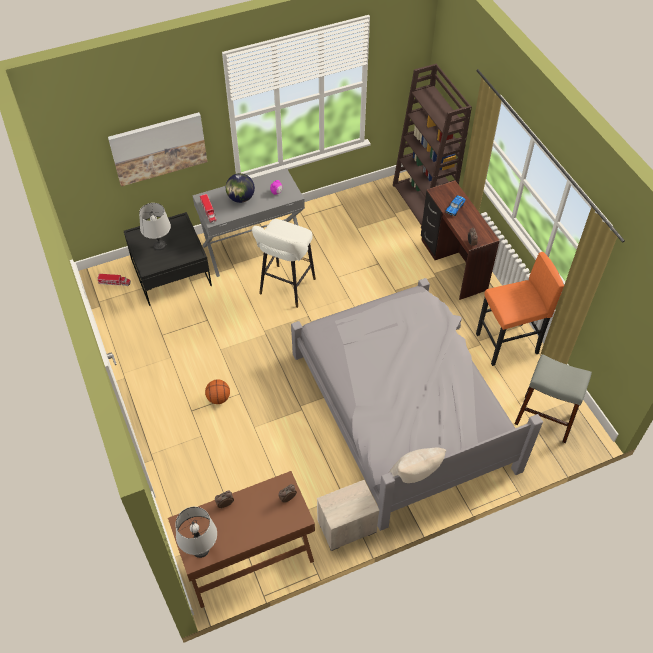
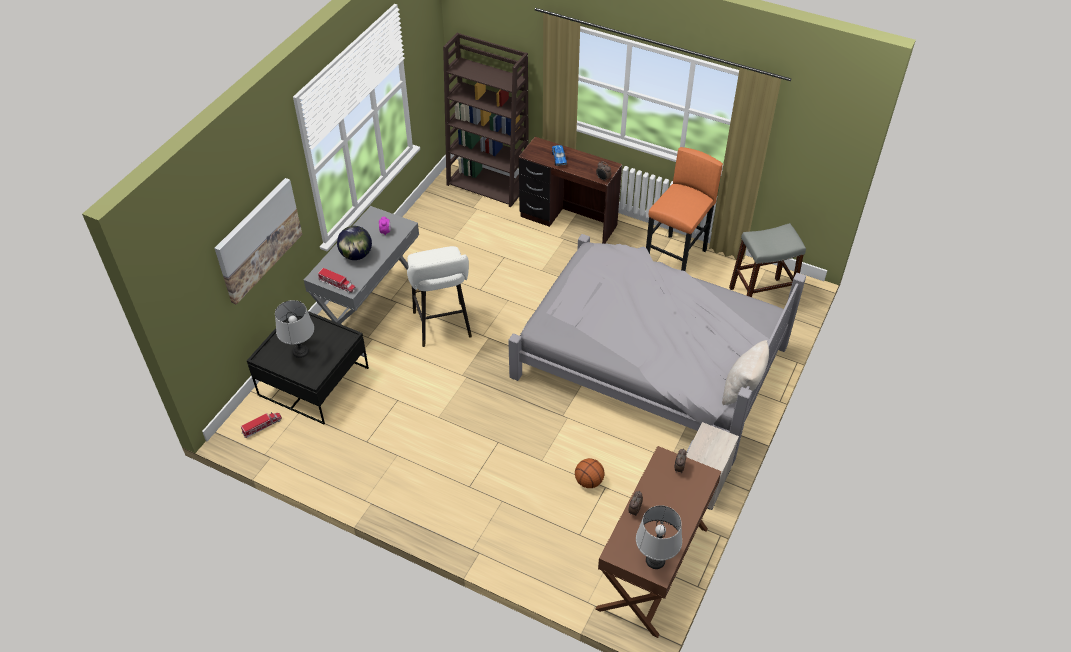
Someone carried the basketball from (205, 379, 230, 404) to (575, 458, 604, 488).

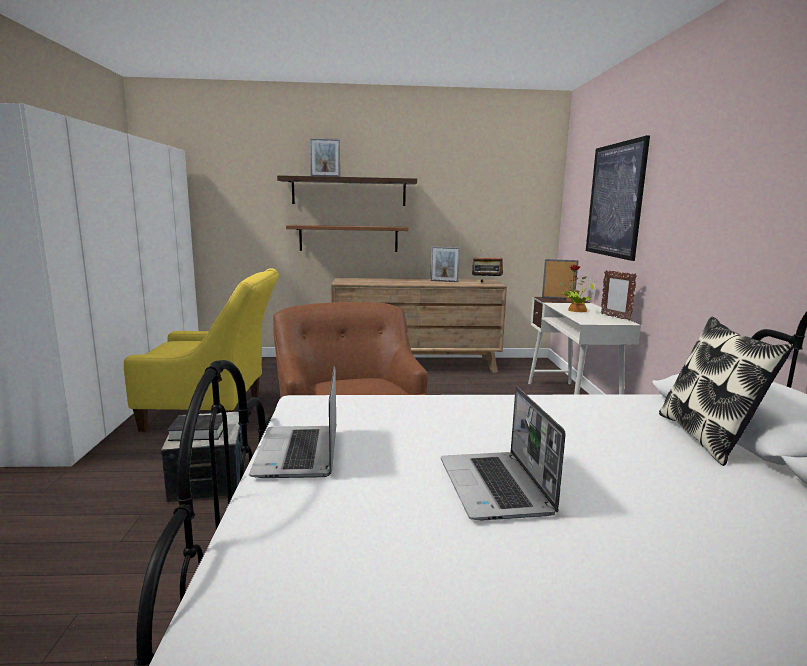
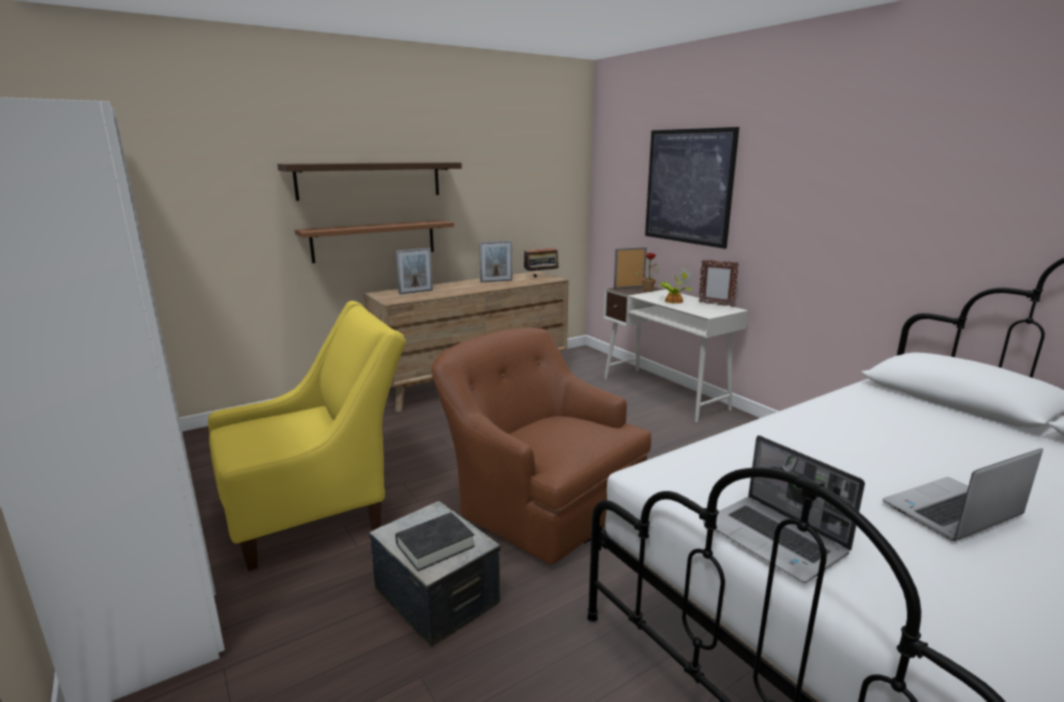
Someone carried the picture frame from (310, 138, 340, 177) to (396, 248, 433, 295). Someone rotated the notebook computer at (441, 387, 566, 520) by 105 degrees clockwise. Someone took away the pillow at (659, 317, 793, 466).

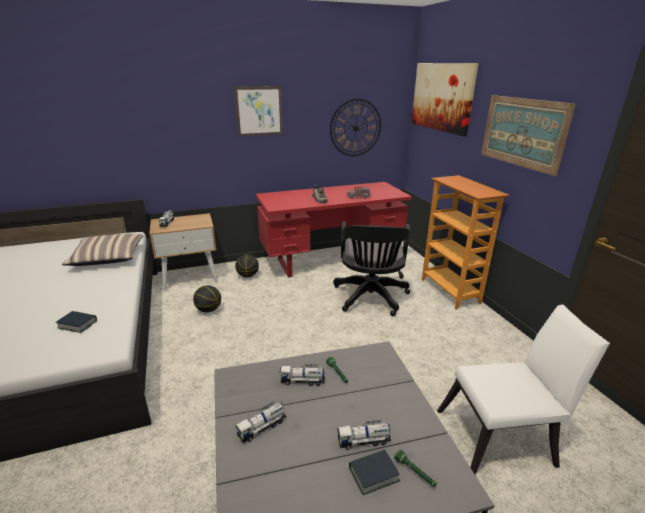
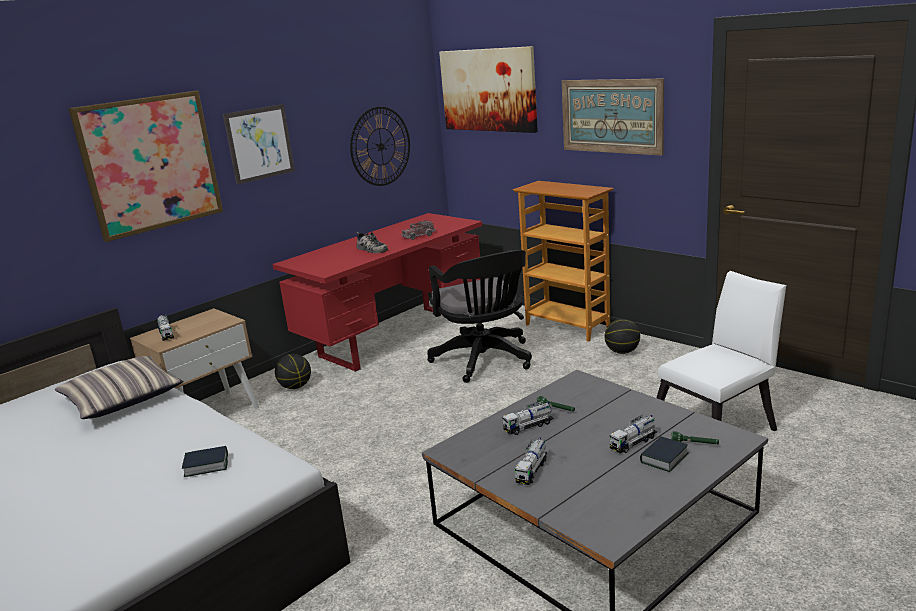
Someone carried the basketball from (193, 285, 221, 313) to (605, 319, 640, 354). Someone put up the wall picture at (68, 91, 223, 242).

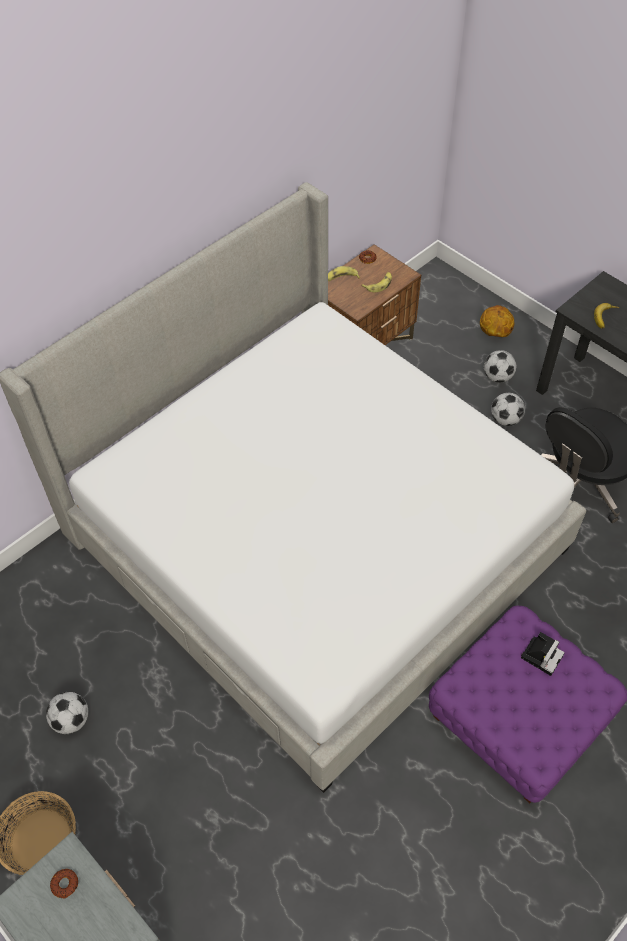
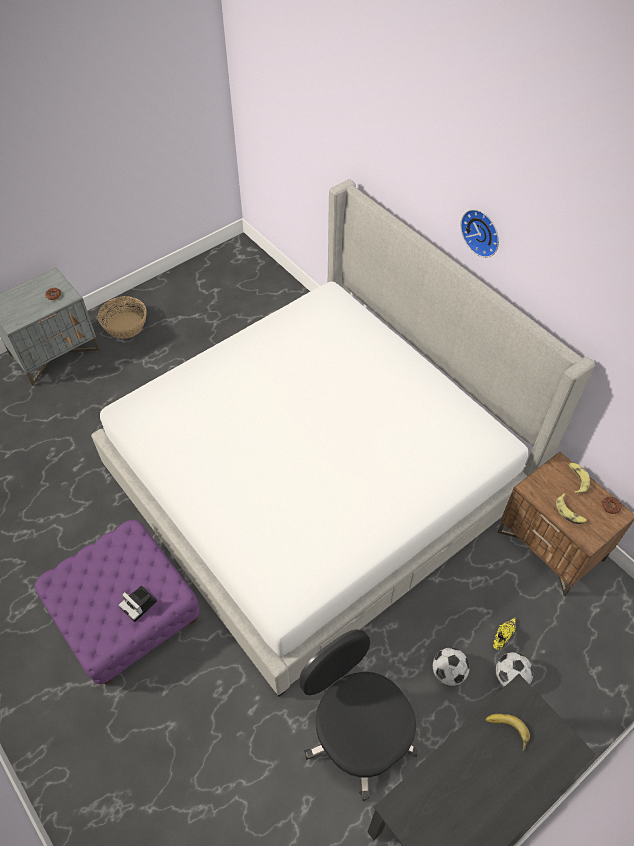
Someone took away the football ball at (46, 692, 89, 734). Someone took away the basketball at (480, 305, 514, 337). Someone put up the clock on the wall at (461, 209, 499, 258). Someone put down the low shoe/yellow-coloured at (493, 617, 516, 650).

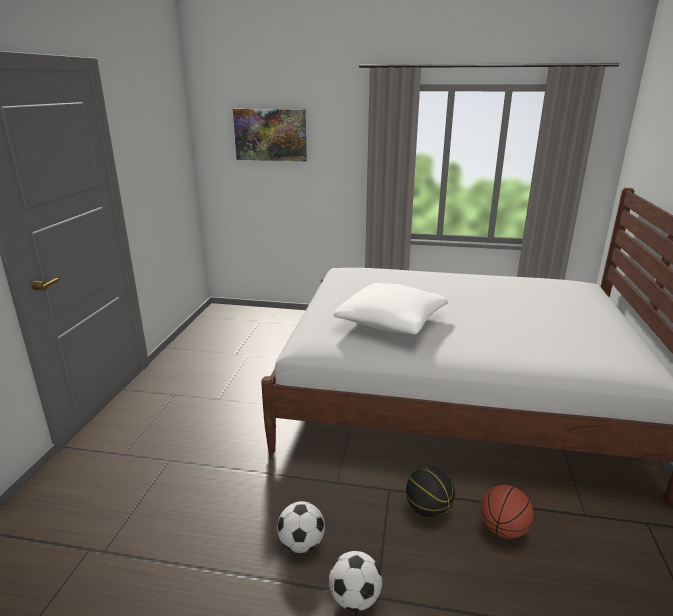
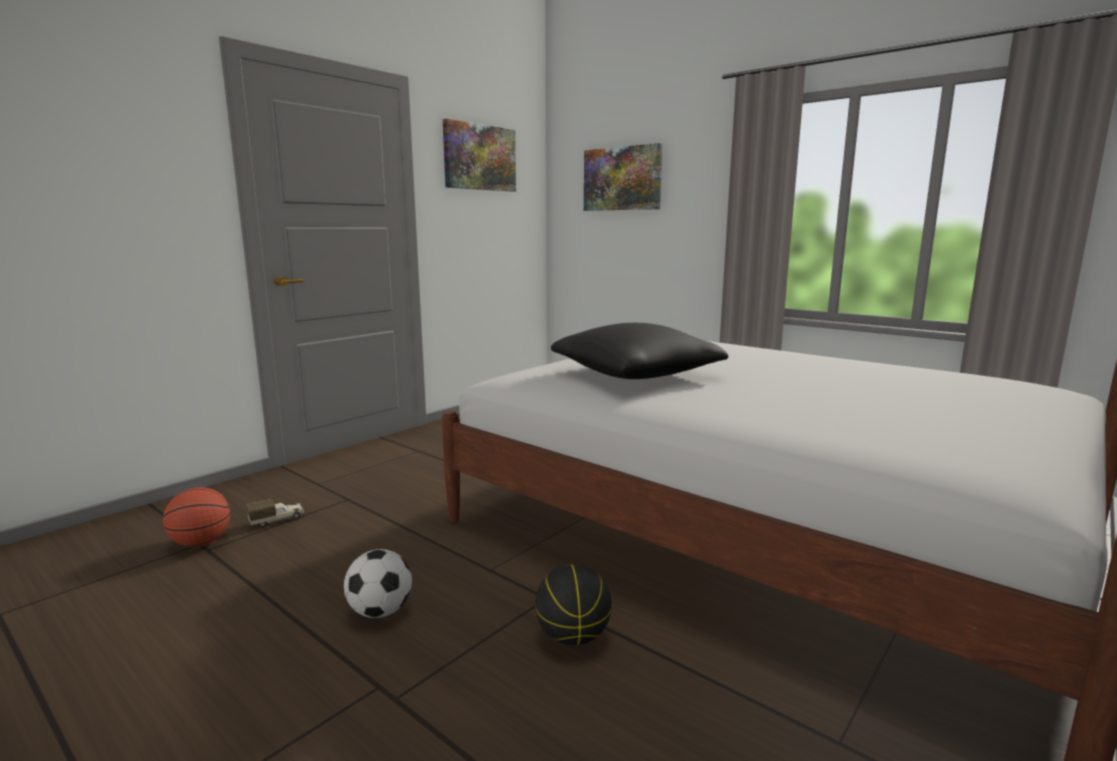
Someone took away the football ball at (329, 551, 382, 611). Someone repainted the pillow/whitish at (333, 283, 448, 335), which became the pillow/blackish at (551, 323, 728, 379). Someone carried the basketball from (481, 485, 533, 539) to (163, 487, 230, 547). Someone put down the toy truck at (246, 499, 304, 527). Someone put up the wall picture at (443, 119, 516, 192).

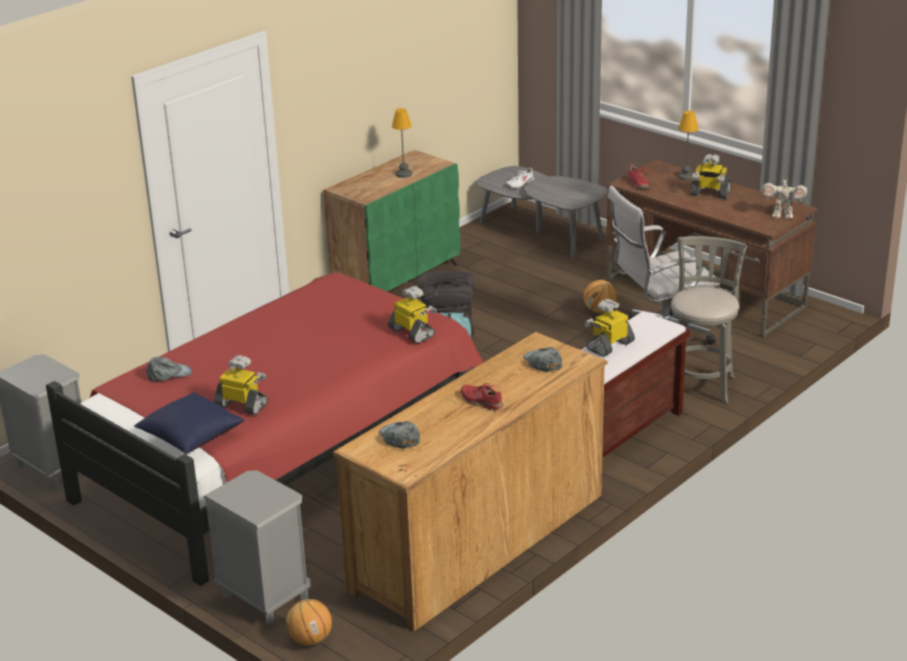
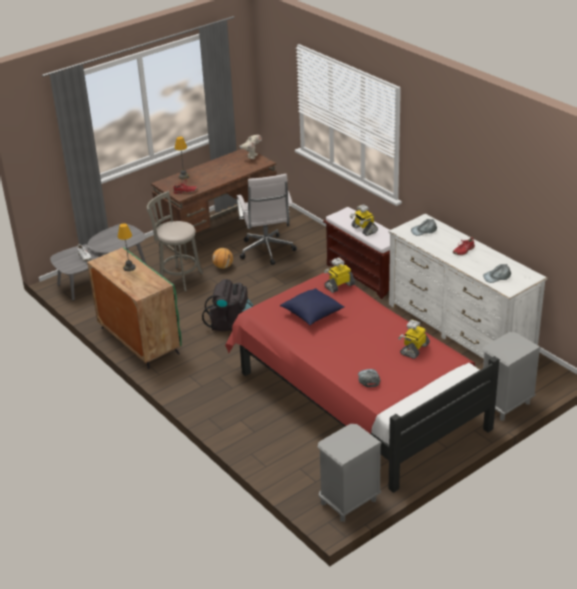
Someone carried the pillow/bluish from (134, 392, 244, 454) to (280, 288, 344, 325). Someone took away the basketball at (286, 599, 332, 646). Someone repainted the chest of drawers/brownish at (332, 332, 607, 632), which became the chest of drawers/whitish at (389, 214, 547, 359). Someone carried the stool seat/greyish from (671, 236, 747, 404) to (147, 191, 204, 292). Someone took away the model robot at (690, 154, 731, 199).

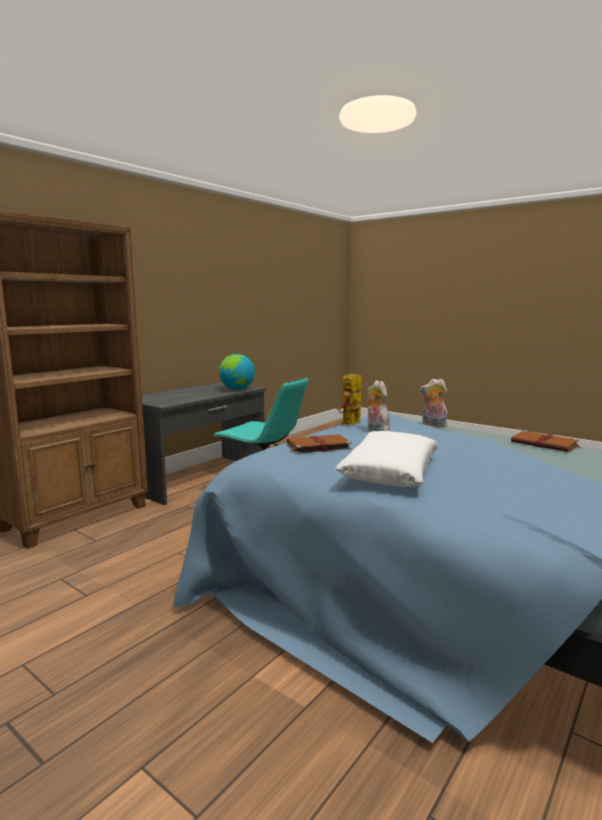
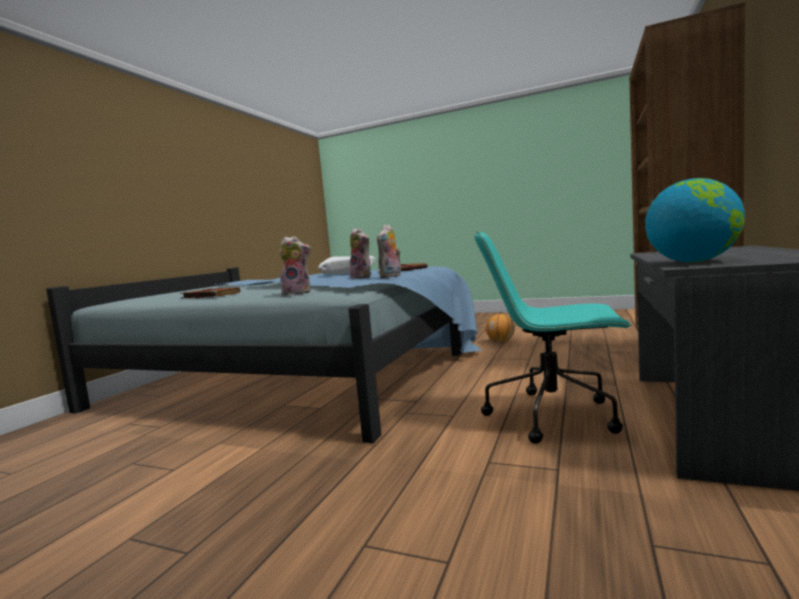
Someone swapped the model robot at (336, 373, 362, 425) for the plush toy at (377, 224, 401, 278). Someone put down the basketball at (486, 314, 515, 342).

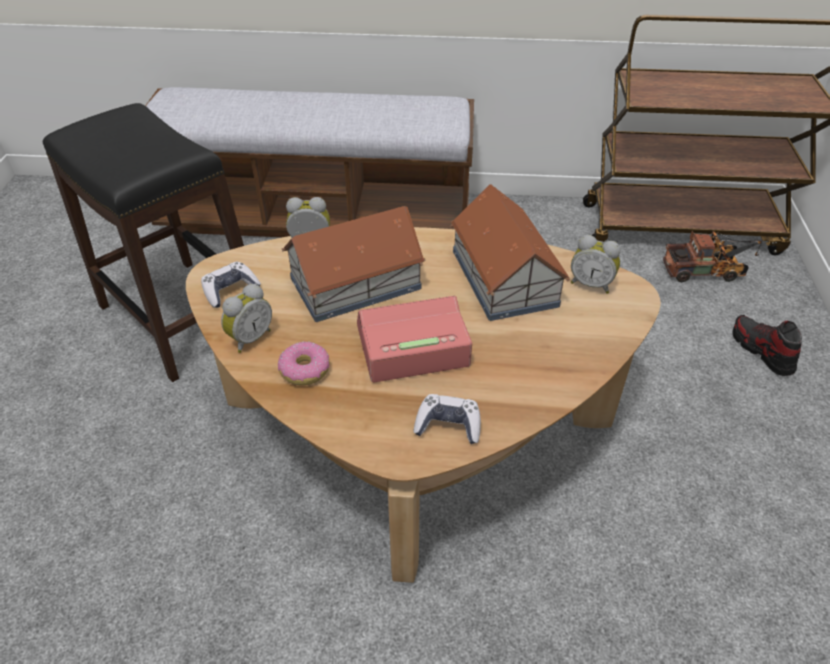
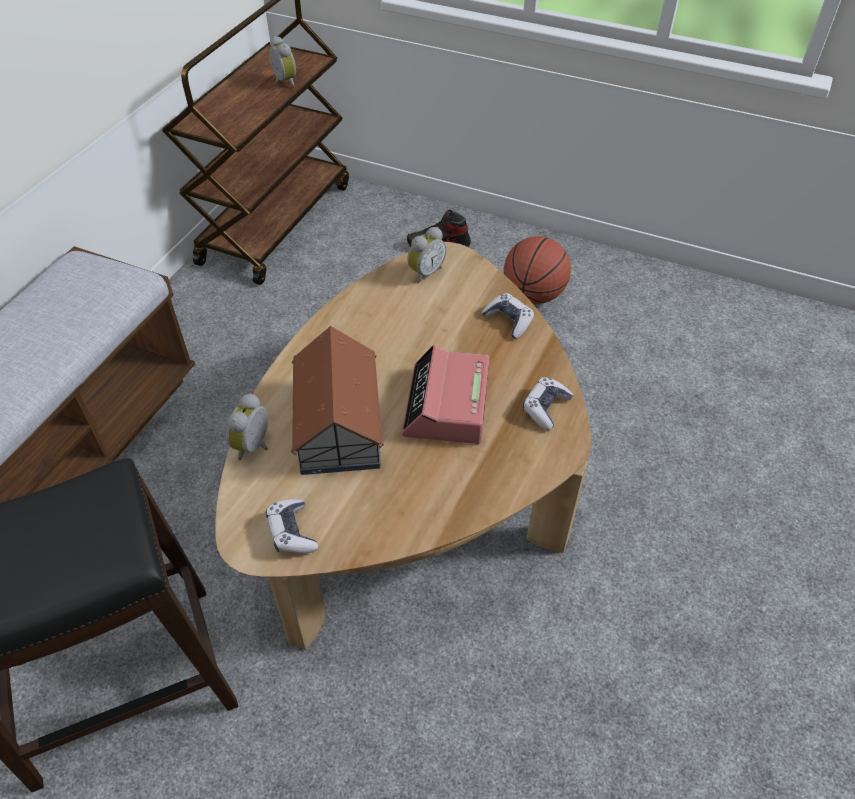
Someone carried the alarm clock from (221, 284, 272, 353) to (269, 36, 296, 87). Someone took away the donut at (278, 342, 330, 385). Someone took away the toy house at (451, 184, 570, 321). Someone took away the toy truck at (663, 231, 762, 282). Someone put down the game controller at (481, 293, 534, 338). Someone put down the basketball at (504, 236, 571, 304).

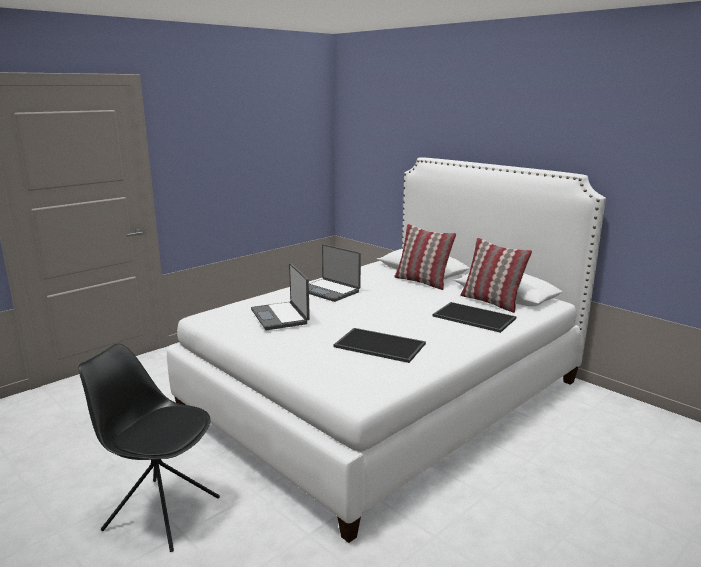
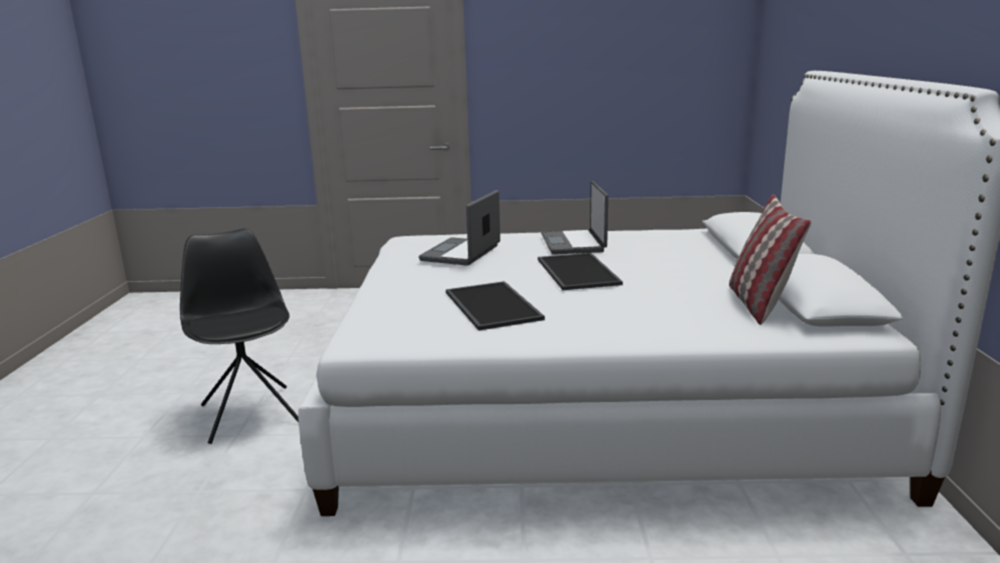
Someone took away the pillow at (394, 224, 456, 290). Someone carried the carrying tray from (432, 302, 516, 333) to (538, 253, 623, 290).

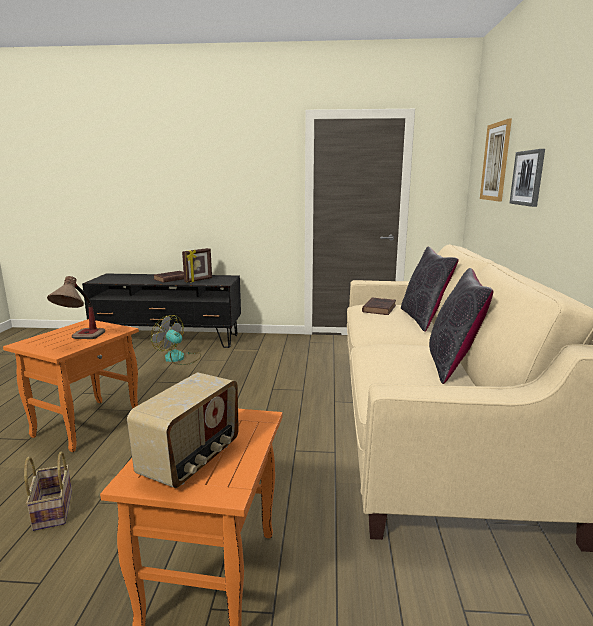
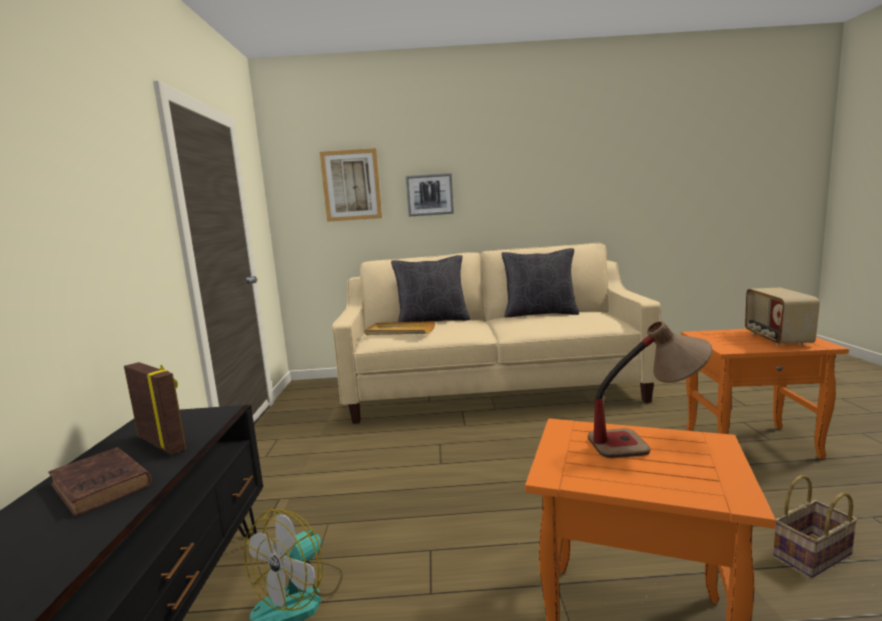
Someone rotated the radio receiver at (127, 372, 239, 488) by 105 degrees counterclockwise. Someone swapped the book/brownish at (362, 297, 396, 315) for the carrying tray/beige at (364, 321, 436, 335).

